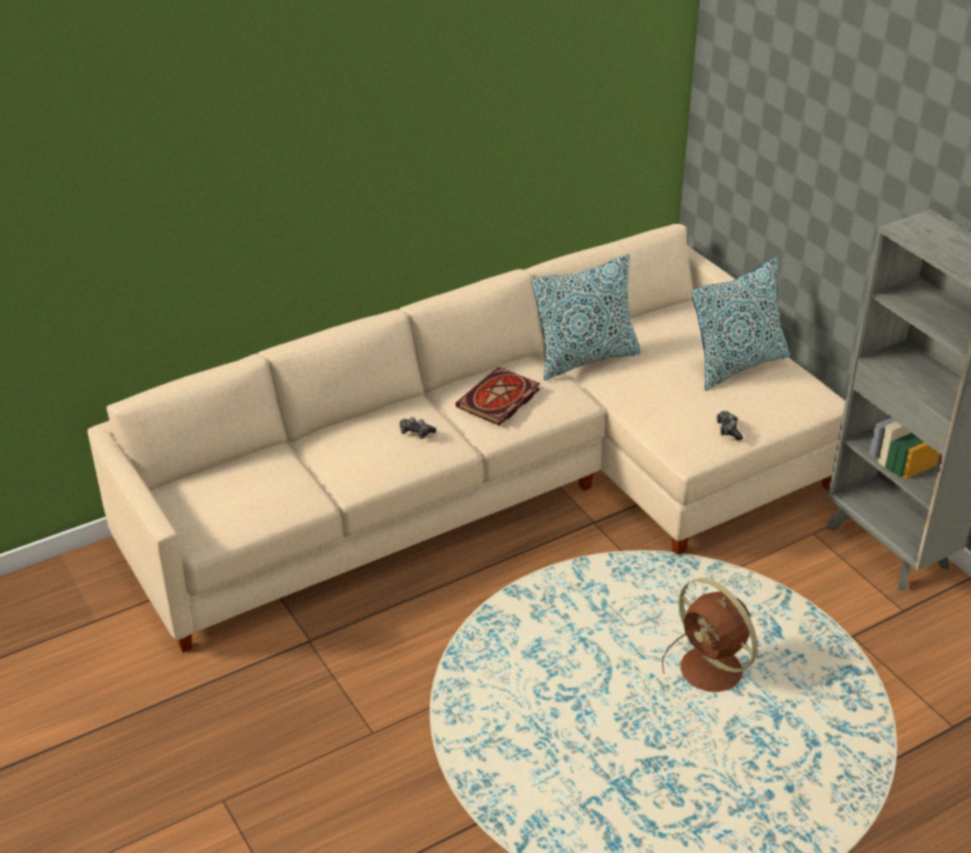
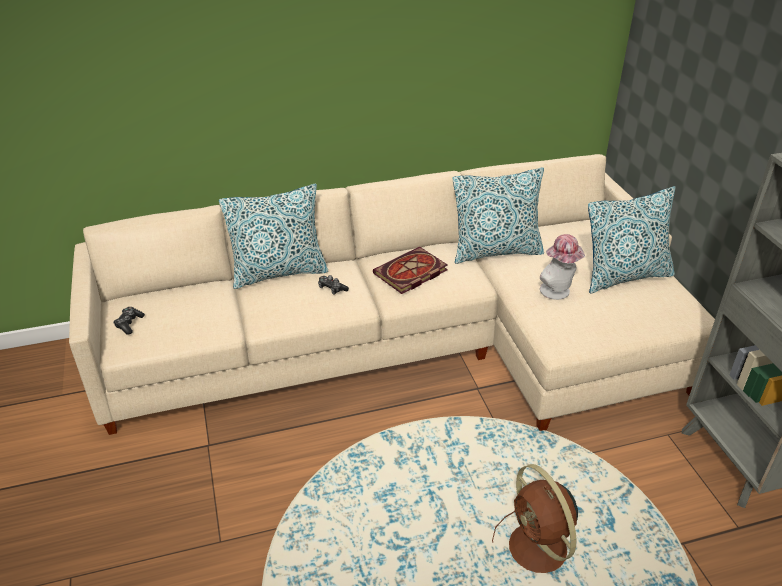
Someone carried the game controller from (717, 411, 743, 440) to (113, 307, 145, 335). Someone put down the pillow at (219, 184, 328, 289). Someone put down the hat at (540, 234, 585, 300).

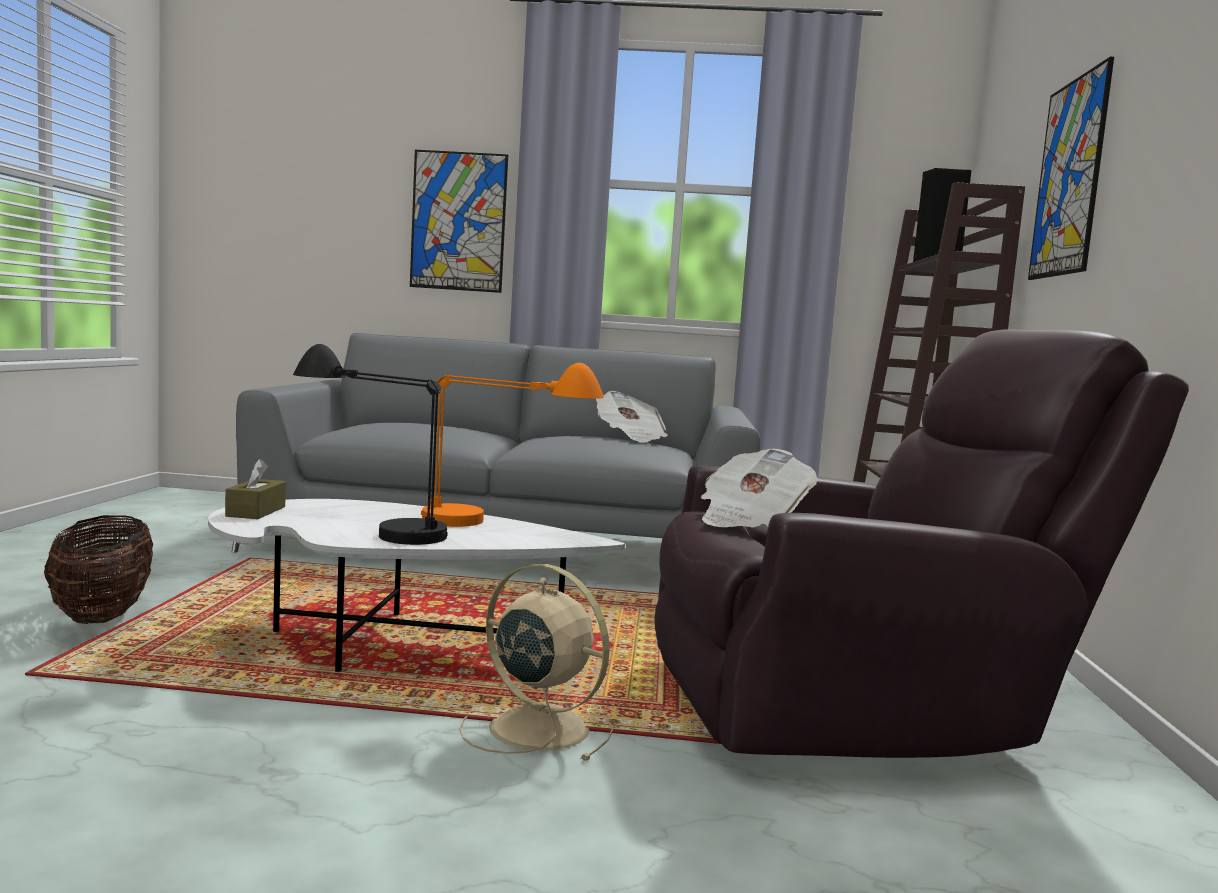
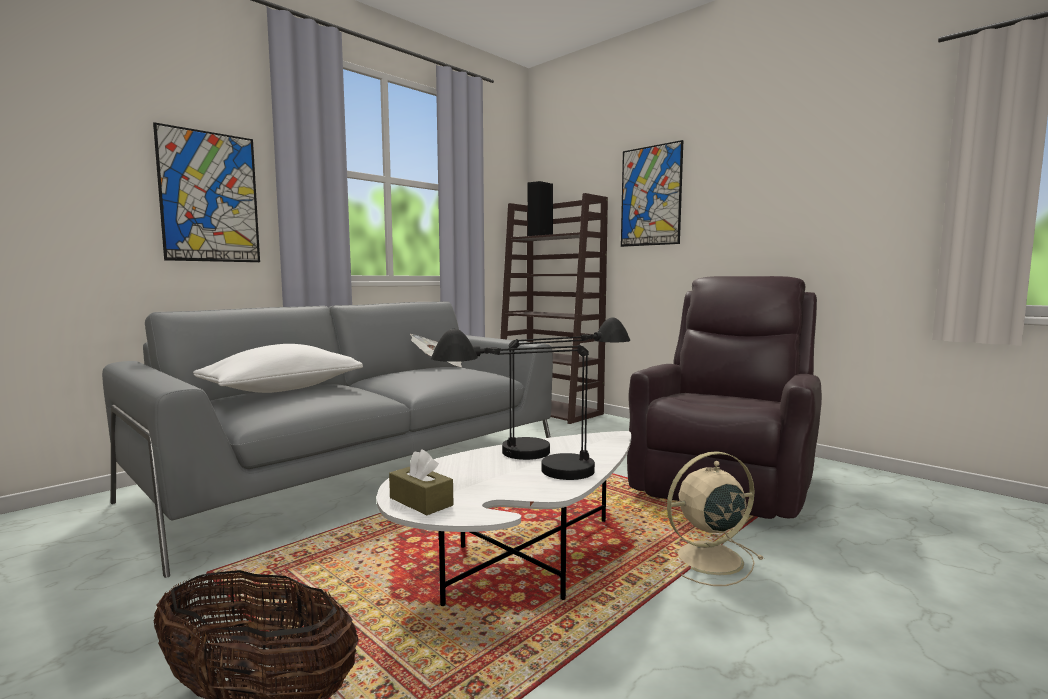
Someone repainted the tabletop lamp/orange-coloured at (421, 363, 604, 527), which became the tabletop lamp/blackish at (502, 317, 630, 460). Someone took away the daily paper at (701, 449, 818, 527). Someone put down the pillow/whitish at (193, 344, 363, 393).

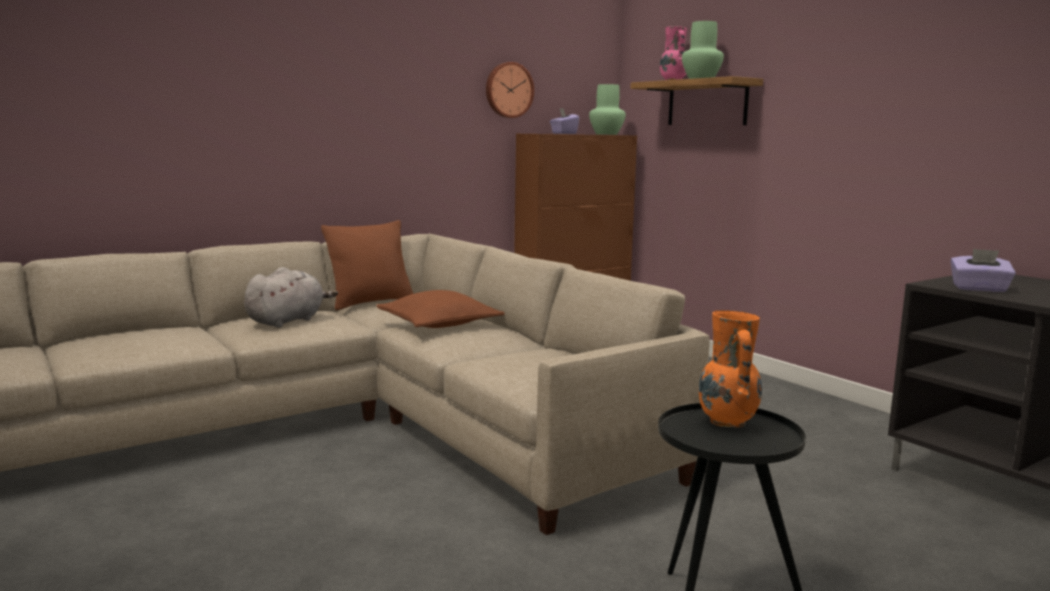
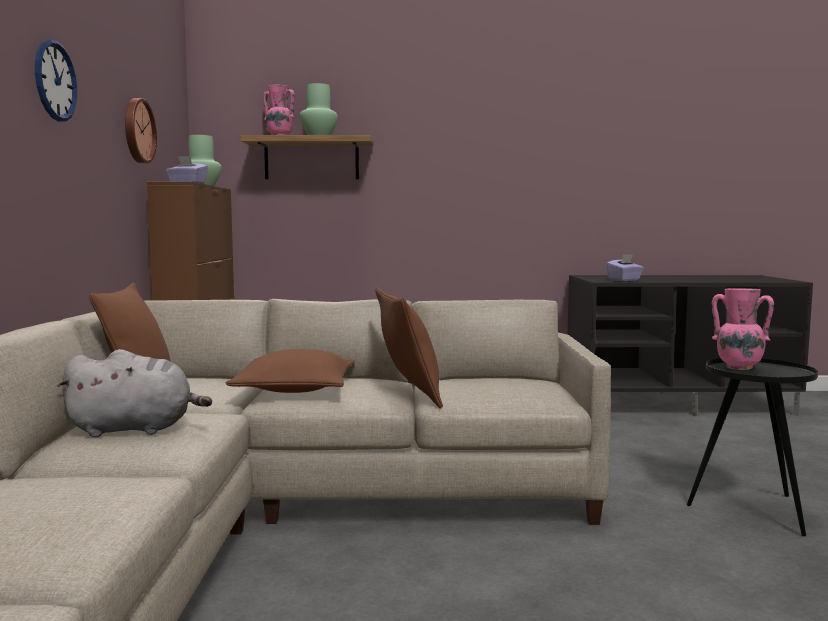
Someone rotated the plush toy/greyish at (244, 267, 338, 328) by 105 degrees clockwise. Someone repainted the decorative vase/orange-coloured at (699, 310, 762, 427), which became the decorative vase/pink at (712, 288, 774, 370). Someone put up the clock on the wall at (35, 39, 77, 122). Someone put down the pillow/brownish at (375, 288, 443, 409).

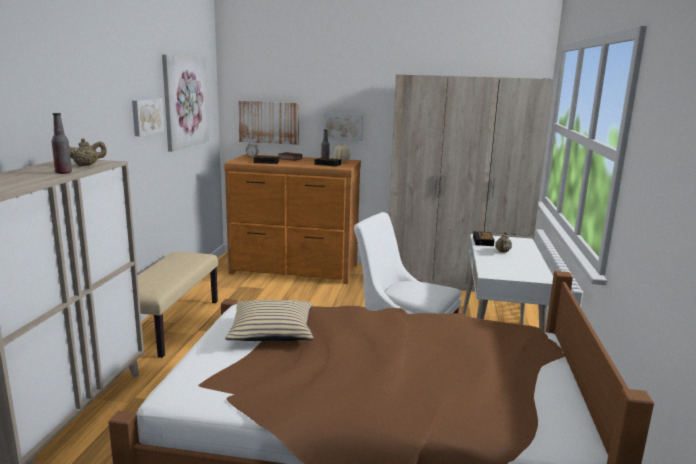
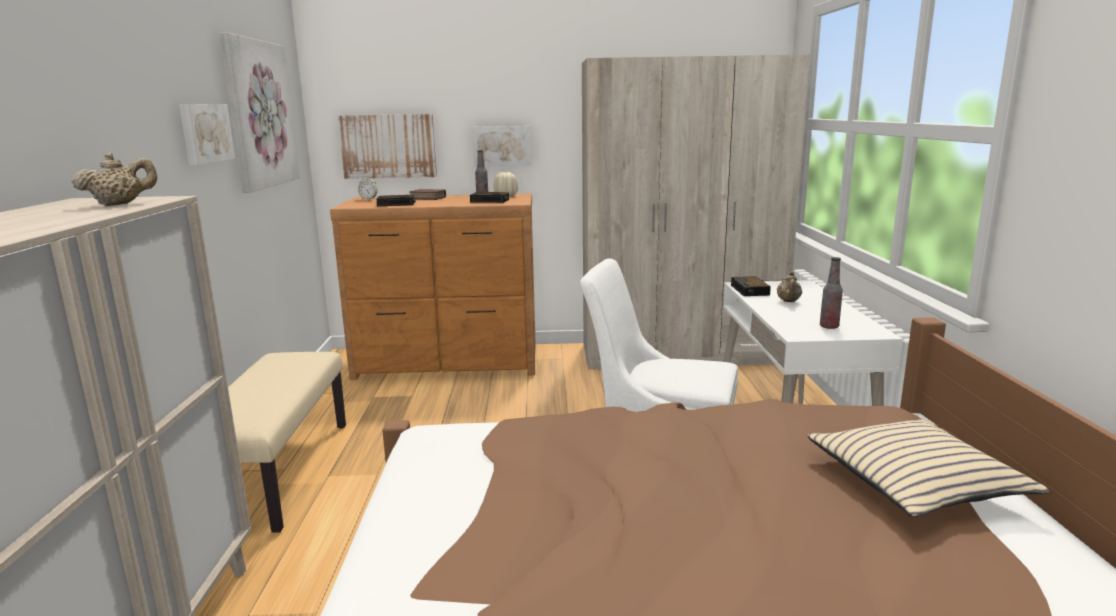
Someone carried the bottle from (52, 113, 72, 174) to (820, 257, 843, 329). Someone carried the pillow/beige from (225, 300, 313, 341) to (807, 419, 1050, 517).

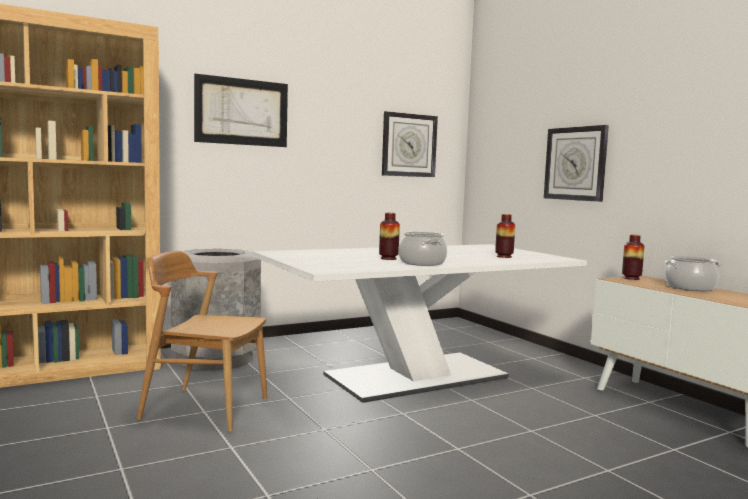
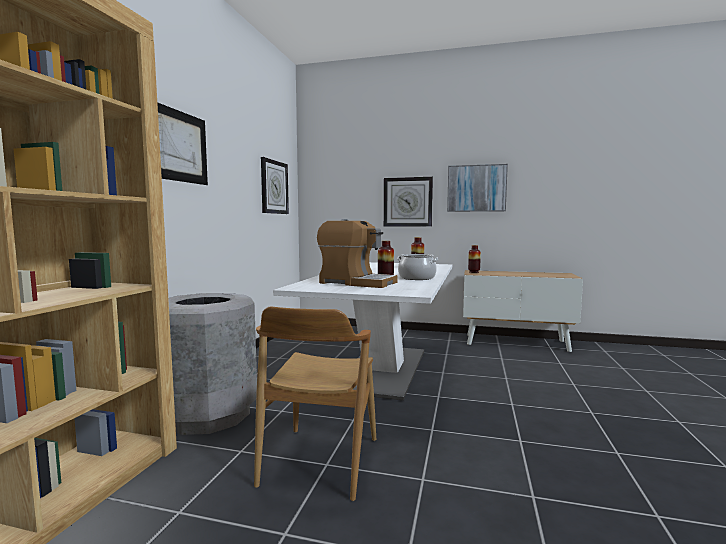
Someone rotated the upright chair/brownish at (137, 251, 267, 432) by 45 degrees counterclockwise. Someone took away the cooking pot at (664, 256, 721, 291). Someone put down the coffee machine at (317, 219, 398, 288). Someone put up the wall picture at (447, 164, 508, 212).

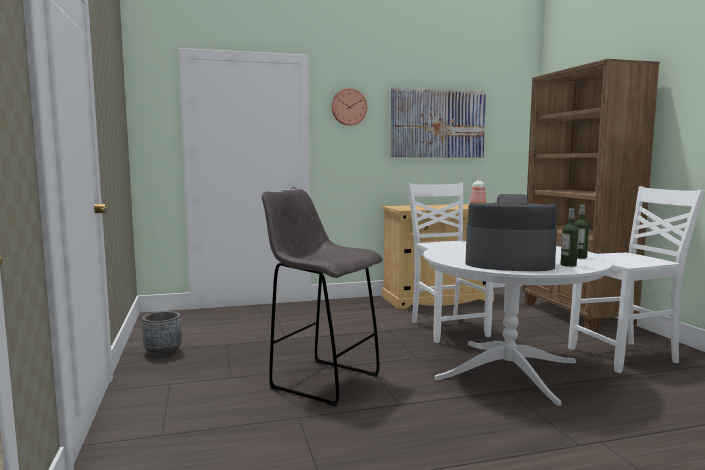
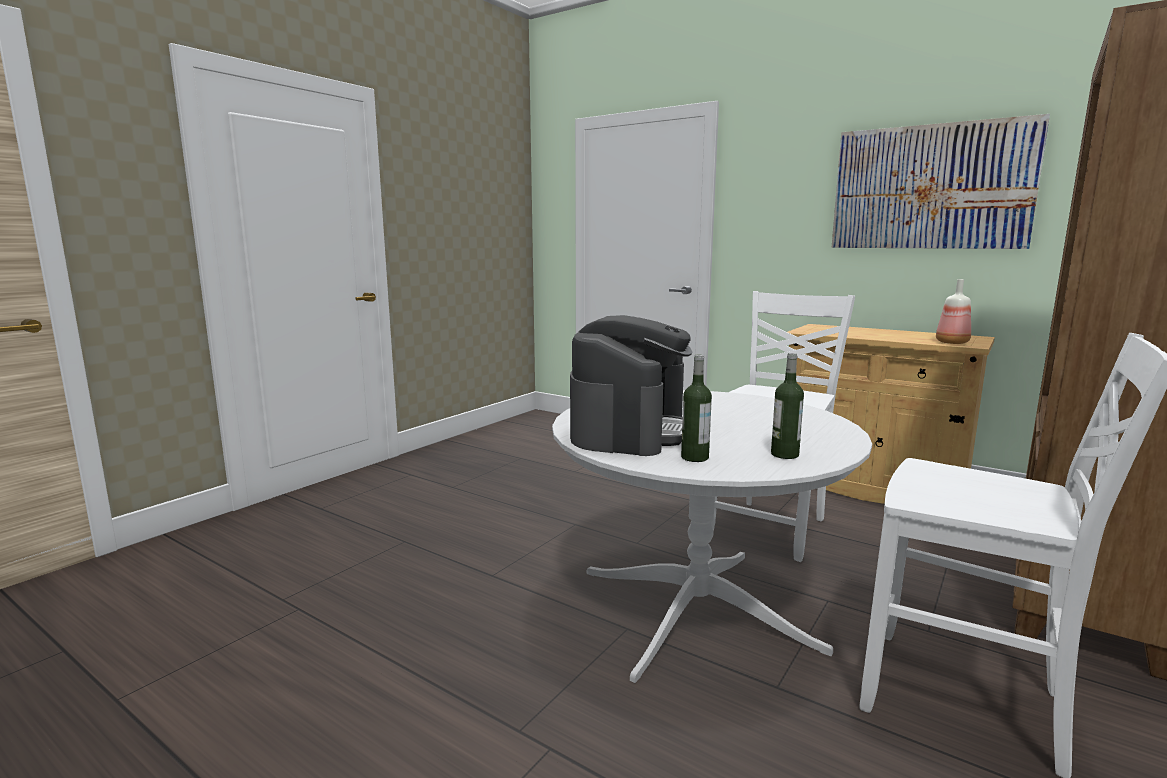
Someone took away the plant pot/greyish at (142, 311, 182, 357). Someone took away the stool seat/greyish at (262, 189, 383, 407). Someone took away the clock on the wall at (331, 88, 367, 126). Someone rotated the coffee machine at (466, 194, 557, 271) by 45 degrees clockwise.

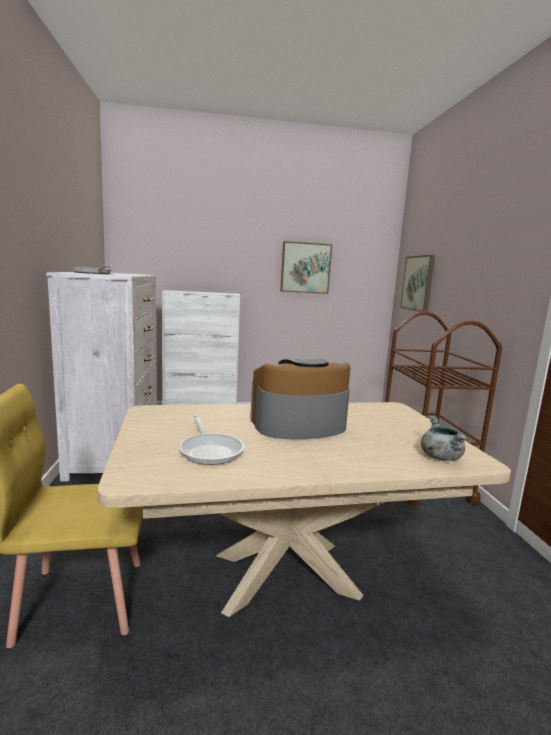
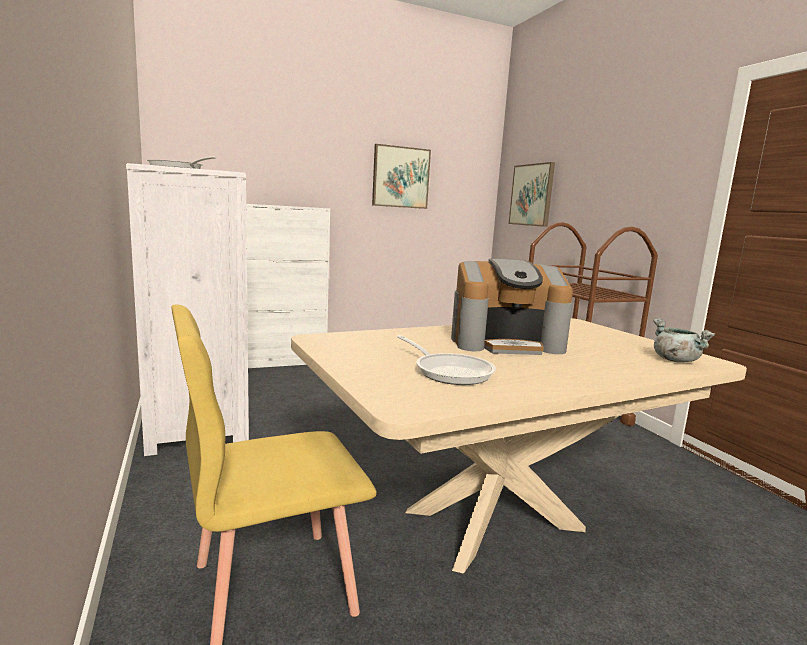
Someone rotated the coffee machine at (250, 359, 350, 440) by 150 degrees counterclockwise.

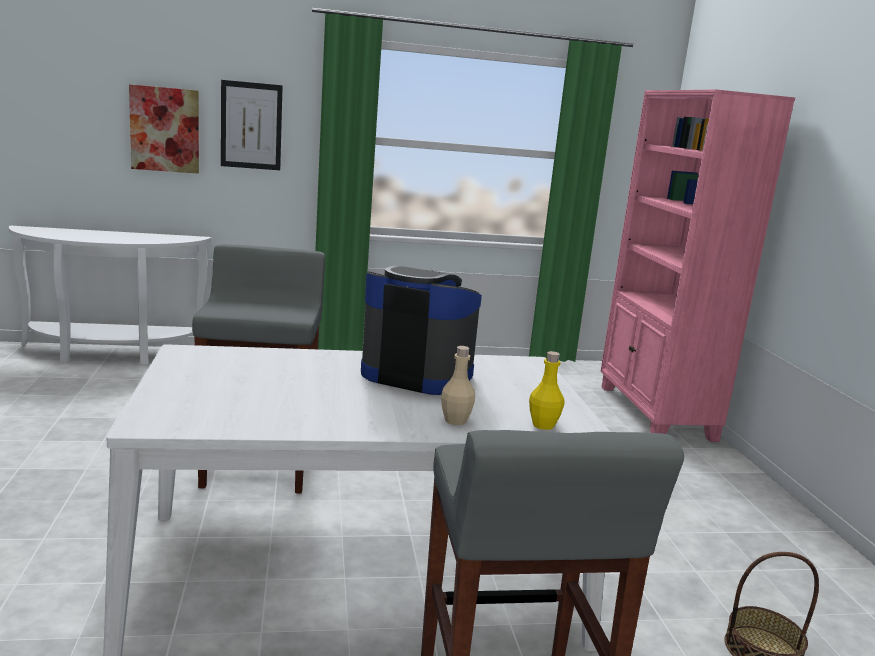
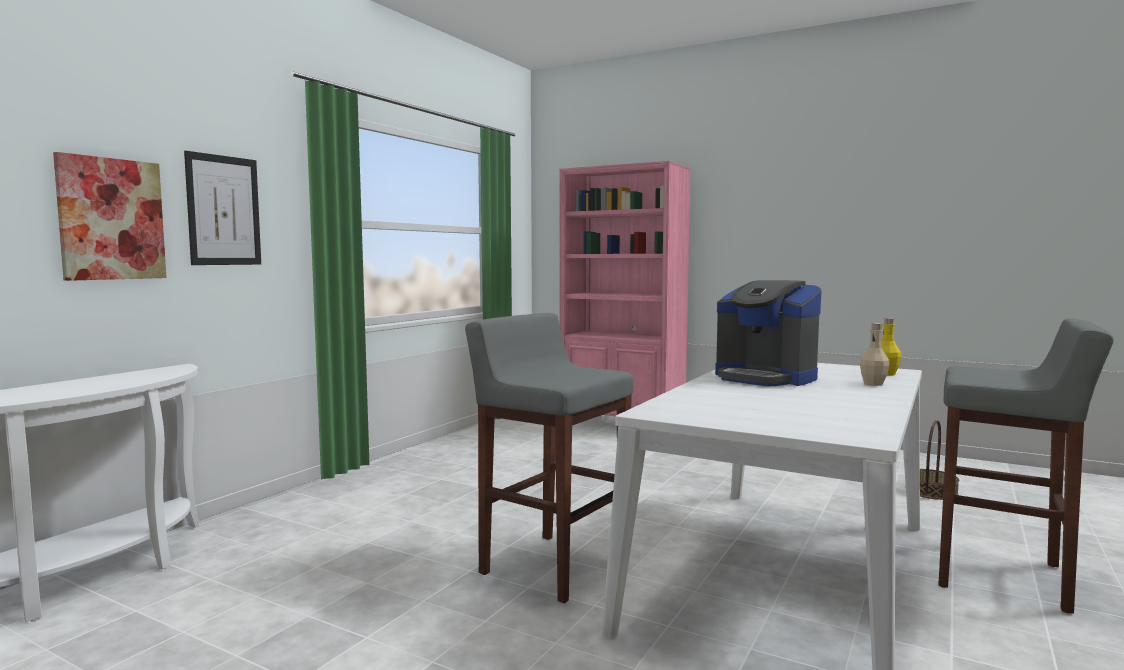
Someone rotated the coffee machine at (361, 266, 482, 395) by 105 degrees counterclockwise.

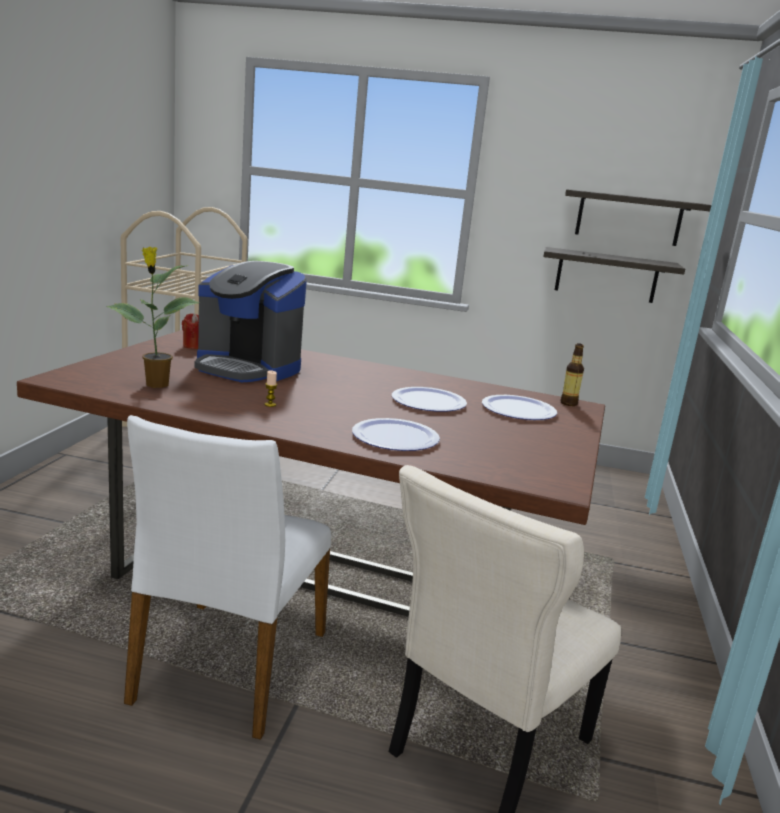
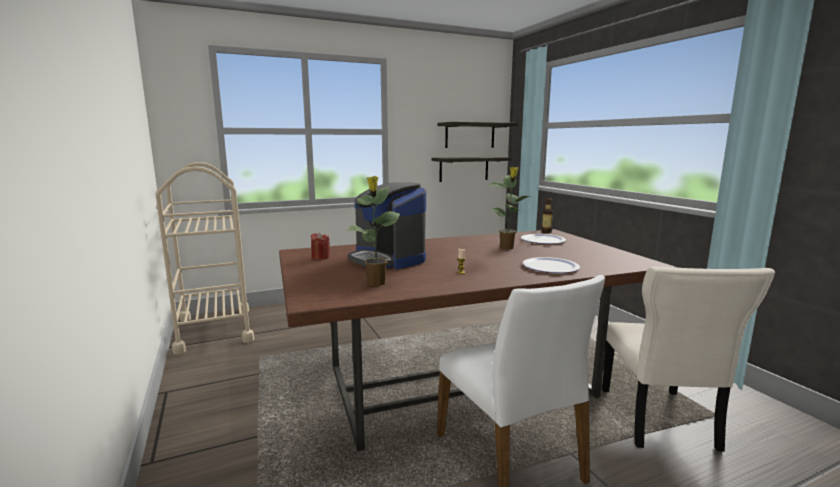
Someone rotated the coffee machine at (195, 261, 307, 382) by 60 degrees clockwise. Someone swapped the plate at (392, 387, 467, 412) for the plant in a pot at (488, 167, 530, 250).

